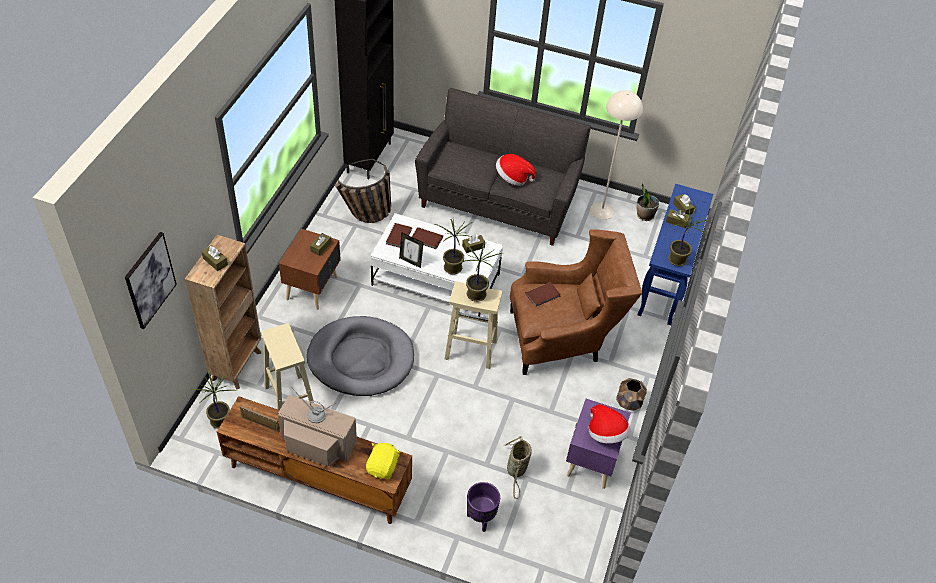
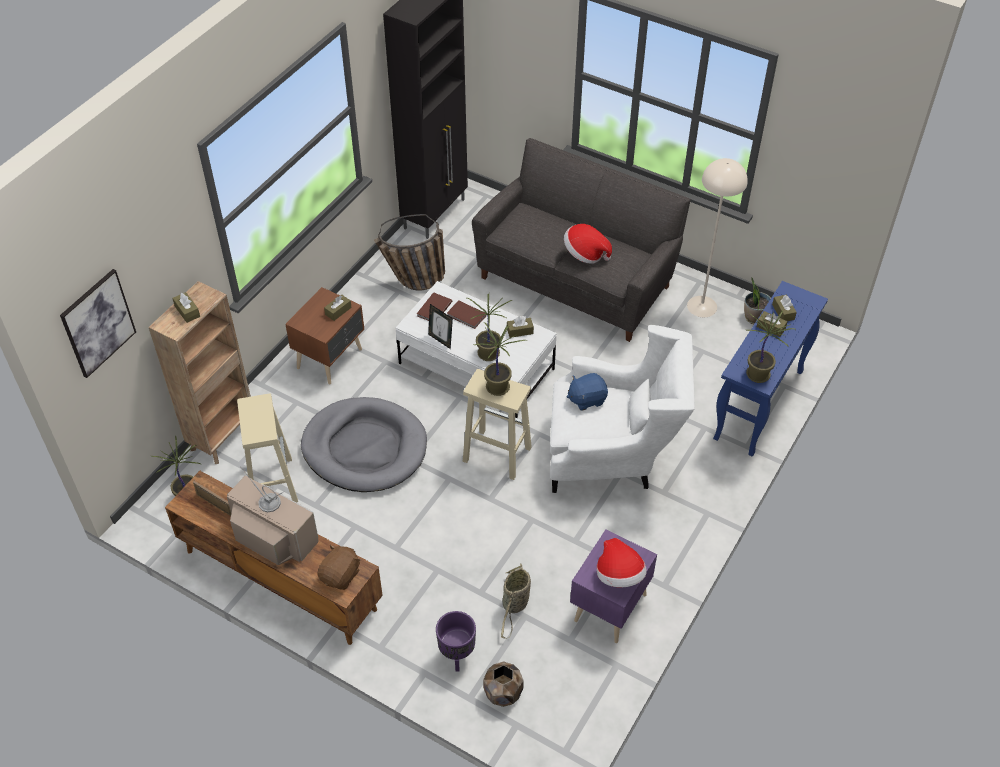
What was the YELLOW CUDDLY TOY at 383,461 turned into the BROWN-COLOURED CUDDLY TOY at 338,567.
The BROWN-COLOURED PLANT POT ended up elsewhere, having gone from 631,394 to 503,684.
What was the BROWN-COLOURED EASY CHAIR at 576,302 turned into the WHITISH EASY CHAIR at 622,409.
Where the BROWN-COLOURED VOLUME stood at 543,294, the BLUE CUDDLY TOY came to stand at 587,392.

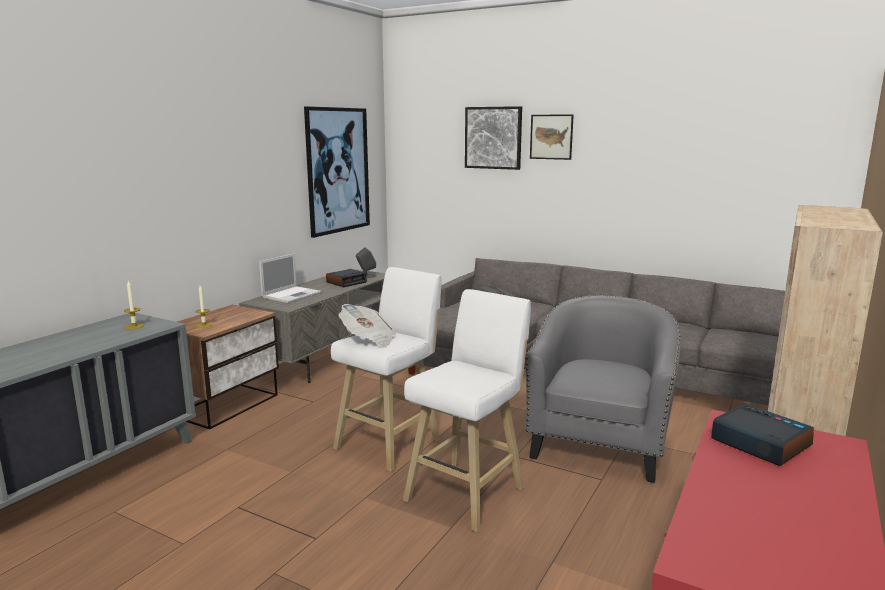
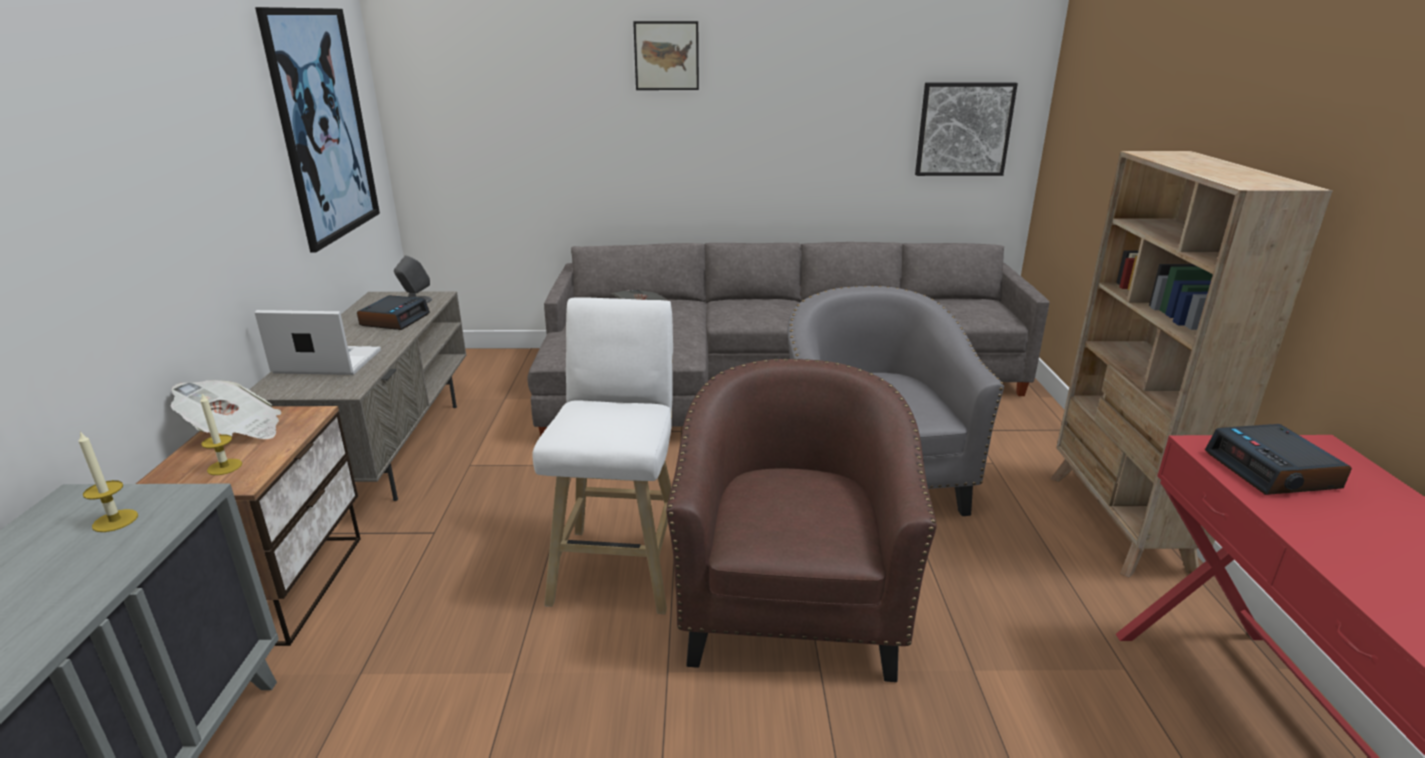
The NEWSPAPER ended up elsewhere, having gone from 367,325 to 225,409.
The PORTABLE COMPUTER at 290,278 ended up facing another way, 90 degrees counterclockwise from before.
Where the WHITISH STOOL SEAT stood at 467,410, the BROWN-COLOURED EASY CHAIR came to stand at 801,520.
The PICTURE ended up elsewhere, having gone from 493,138 to 966,129.
The ALARM CLOCK at 762,434 ended up facing another way, 120 degrees counterclockwise from before.

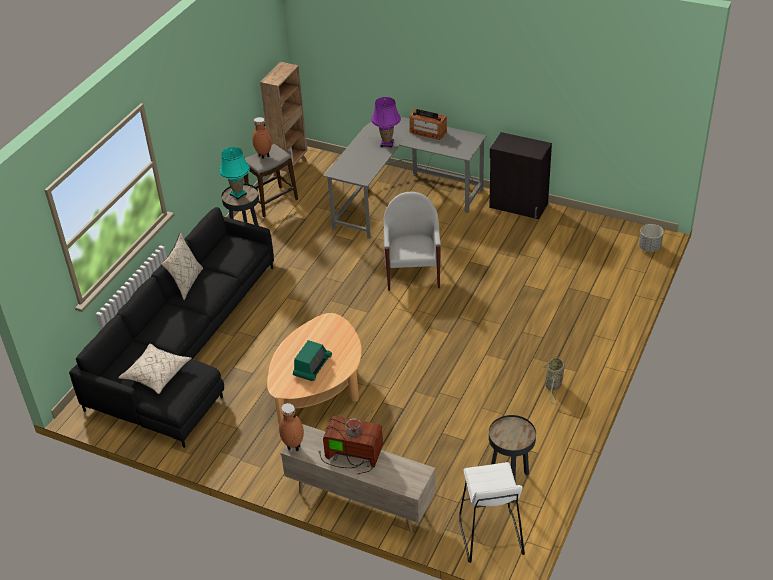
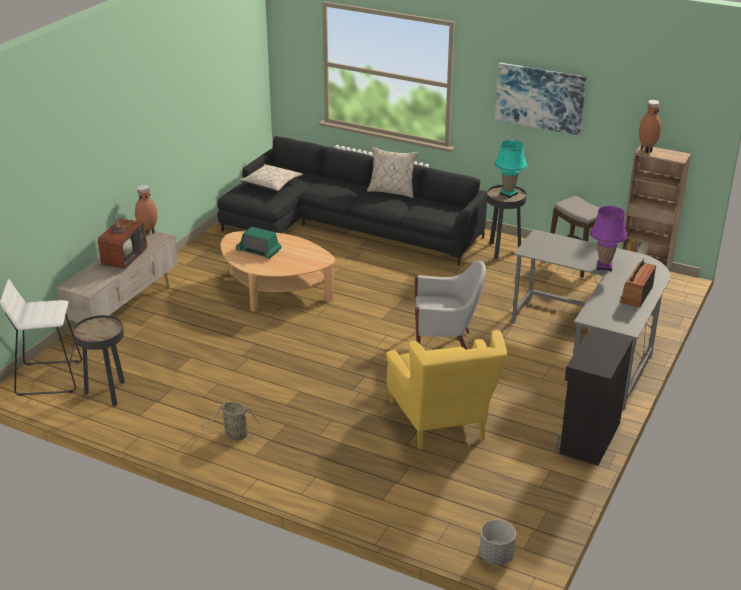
The second view gained the YELLOW EASY CHAIR at 446,389.
The second view gained the PICTURE at 540,98.
The BROWN-COLOURED FLOWER VASE ended up elsewhere, having gone from 262,137 to 650,126.

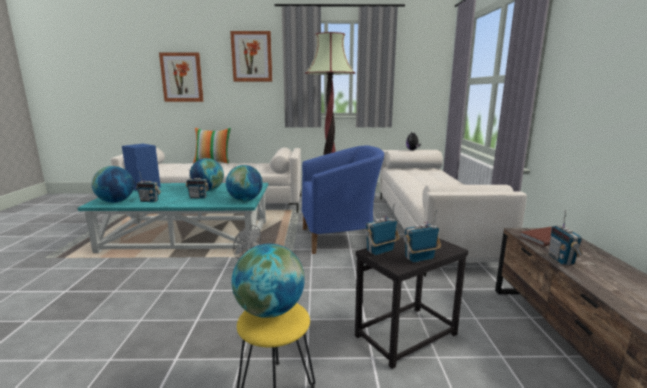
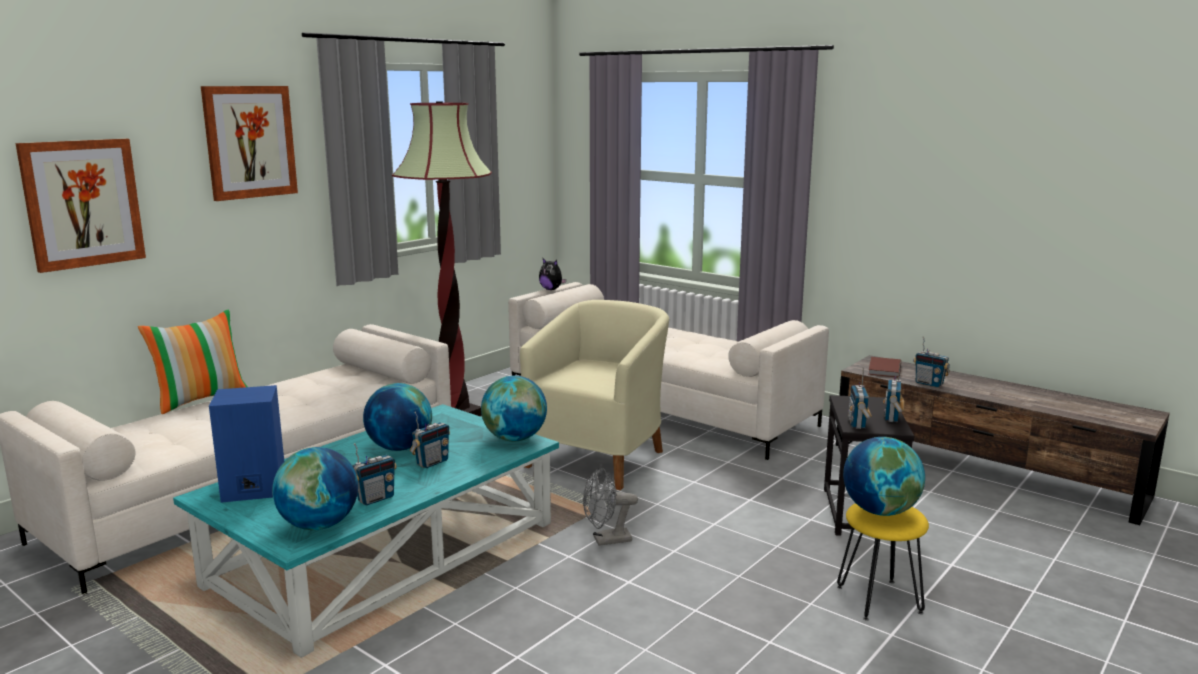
What was the BLUE EASY CHAIR at 343,200 turned into the BEIGE EASY CHAIR at 594,395.

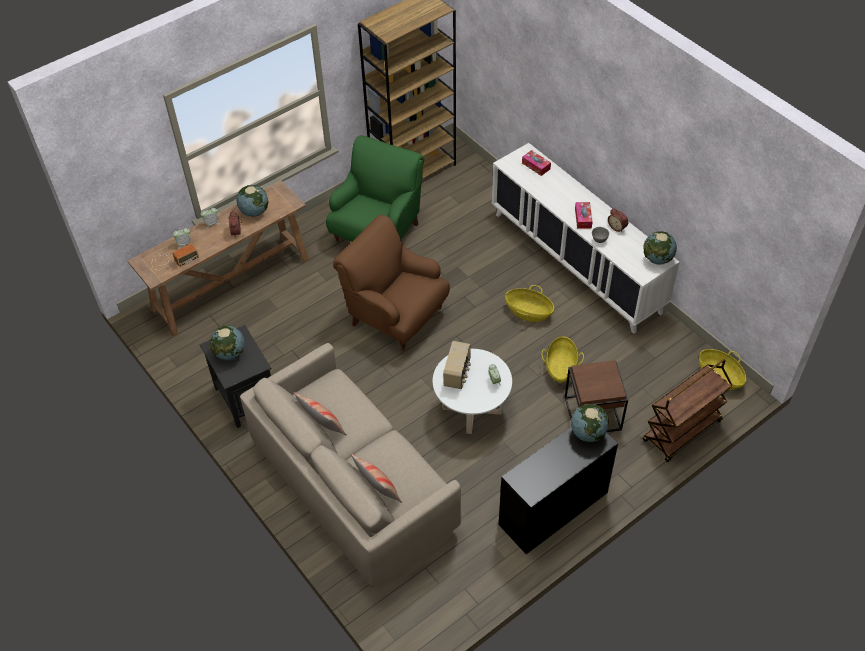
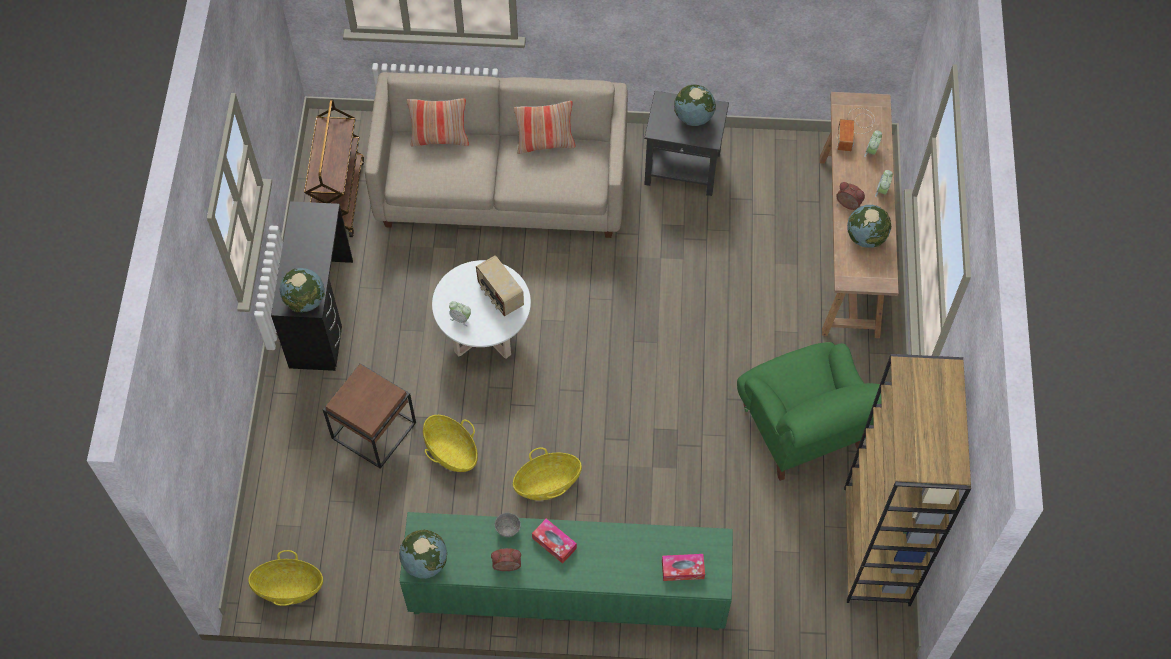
The BROWN-COLOURED CART ended up elsewhere, having gone from 688,410 to 334,168.
What was the WHITISH CABINET at 585,238 turned into the GREEN-COLOURED CABINET at 566,571.
The second view lost the BROWN-COLOURED EASY CHAIR at 391,283.

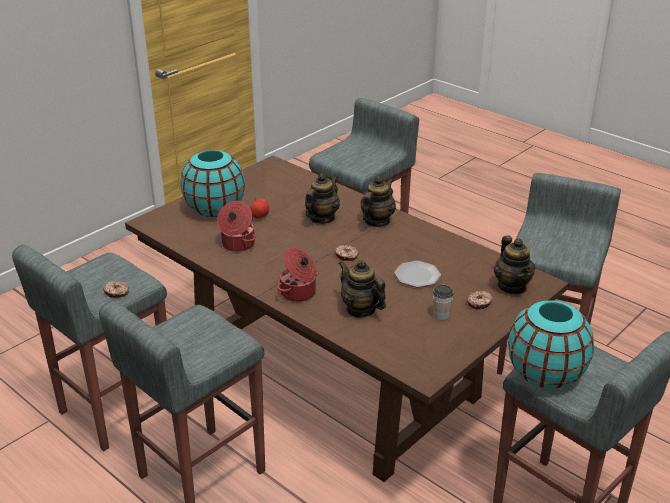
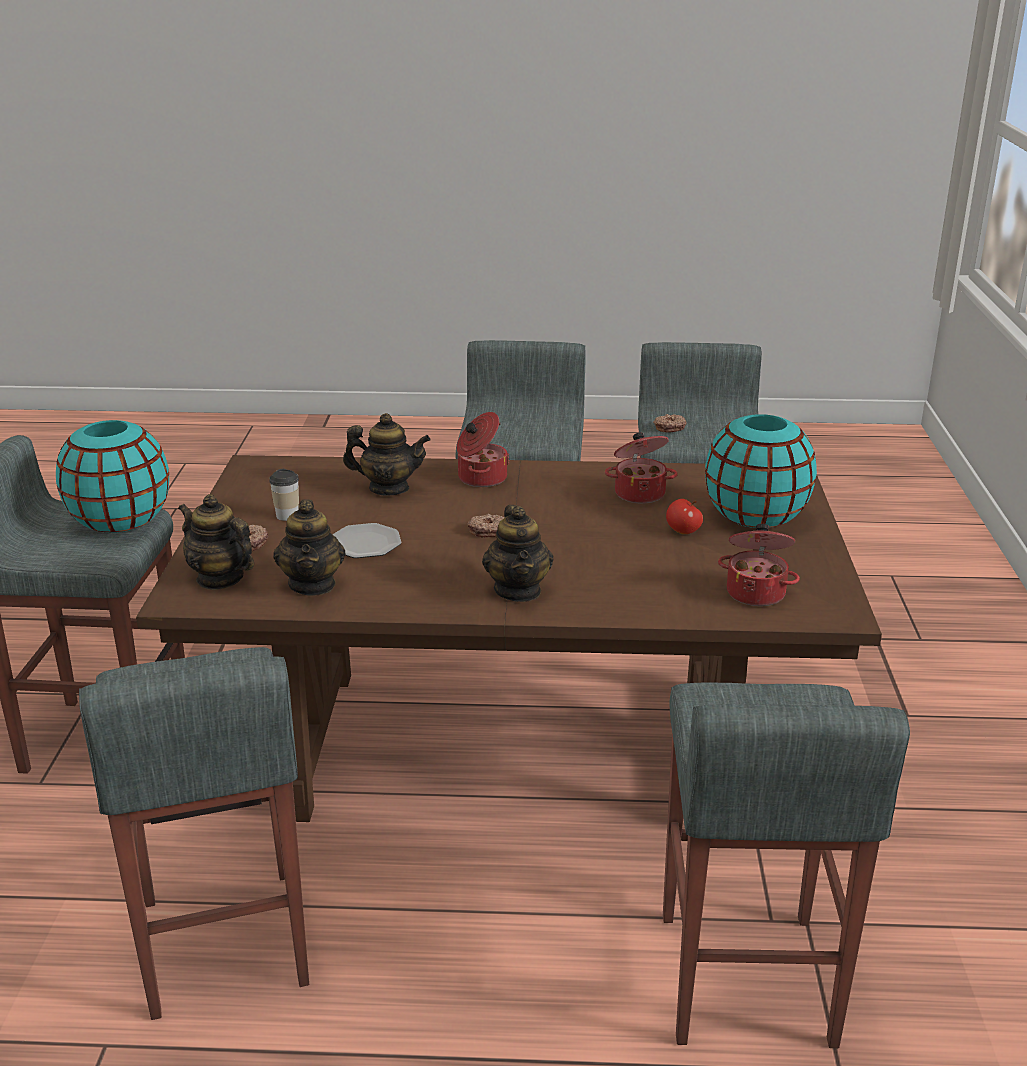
The TEAPOT ended up elsewhere, having gone from 322,198 to 309,547.
The second view gained the STOCKPOT at 759,565.

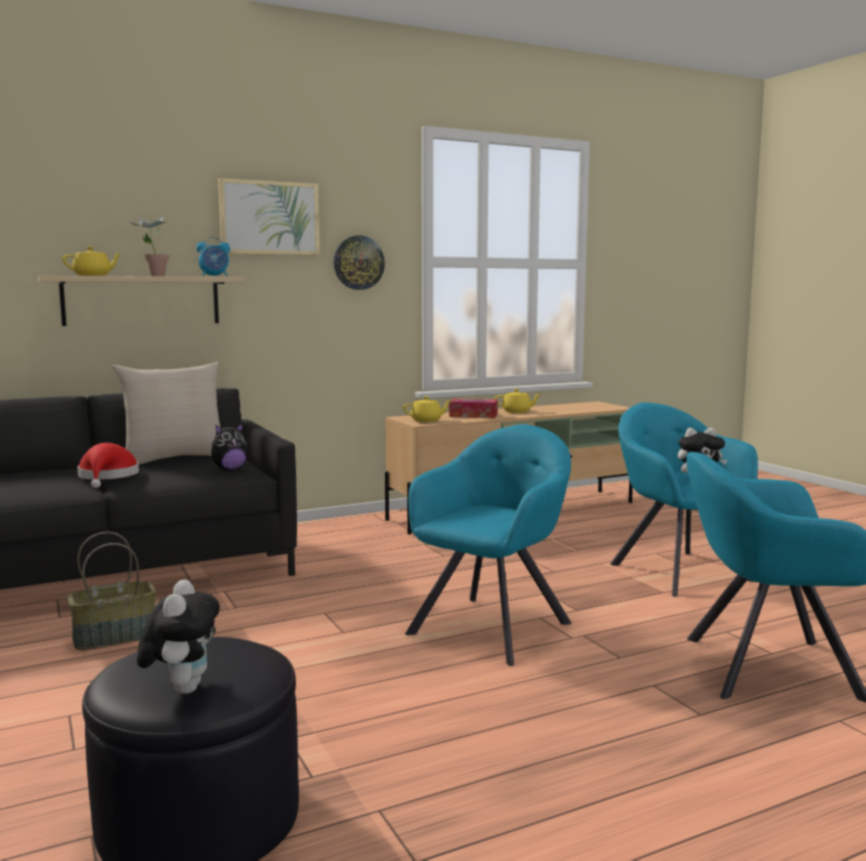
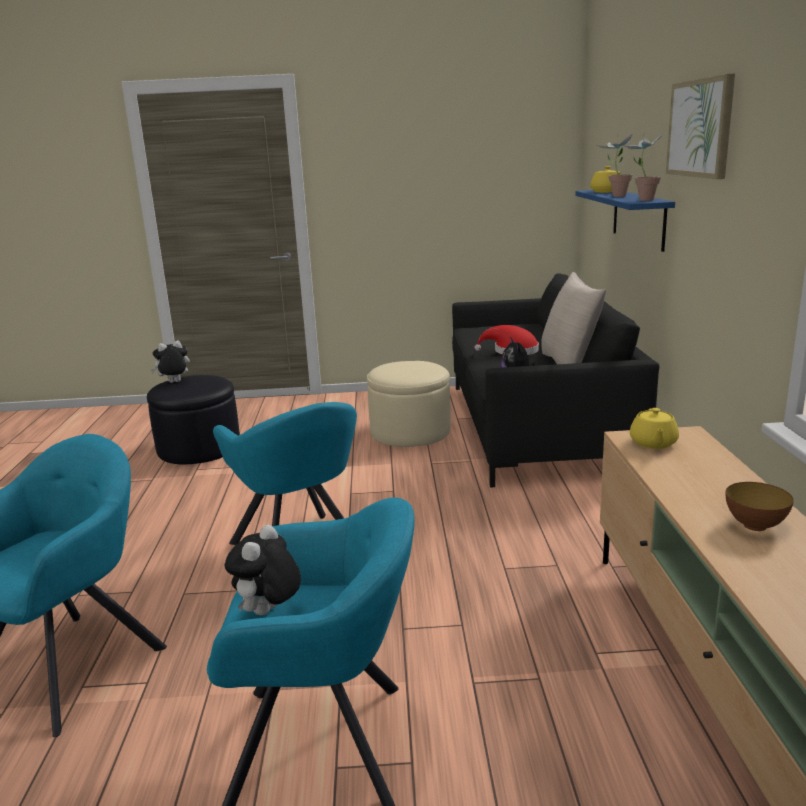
The CUDDLY TOY at 178,637 ended up facing another way, 135 degrees clockwise from before.
Where the HOUSEHOLD BASKET stood at 112,591, the BEIGE POUFFE came to stand at 409,404.
What was the BEIGE WALL SHELF at 141,301 turned into the BLUE WALL SHELF at 625,221.
Where the ALARM CLOCK stood at 213,256, the POTTED PLANT came to stand at 641,167.
Where the YELLOW TEAPOT stood at 518,401, the BOWL came to stand at 759,506.
The second view lost the HANGING CLOCK at 359,262.
The second view lost the BOX OF TISSUES at 473,408.

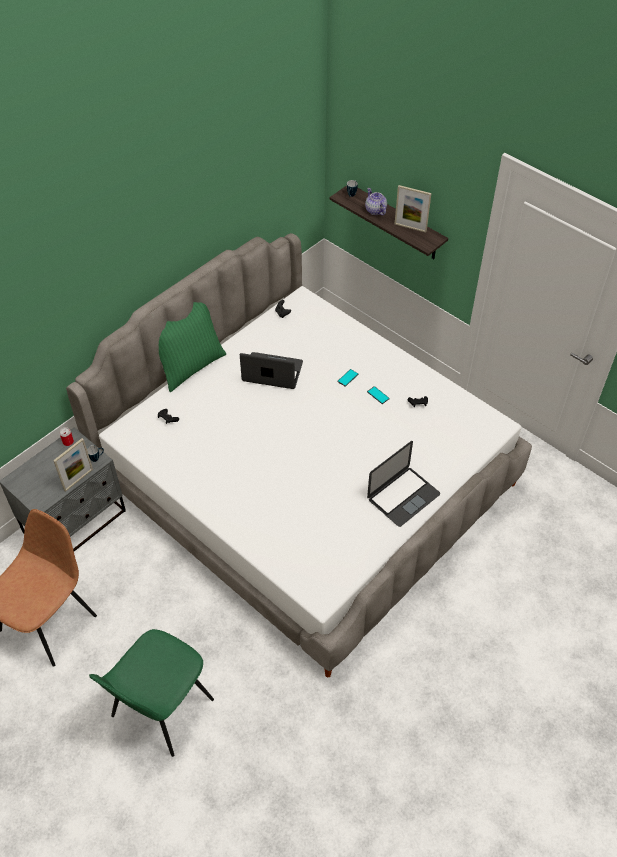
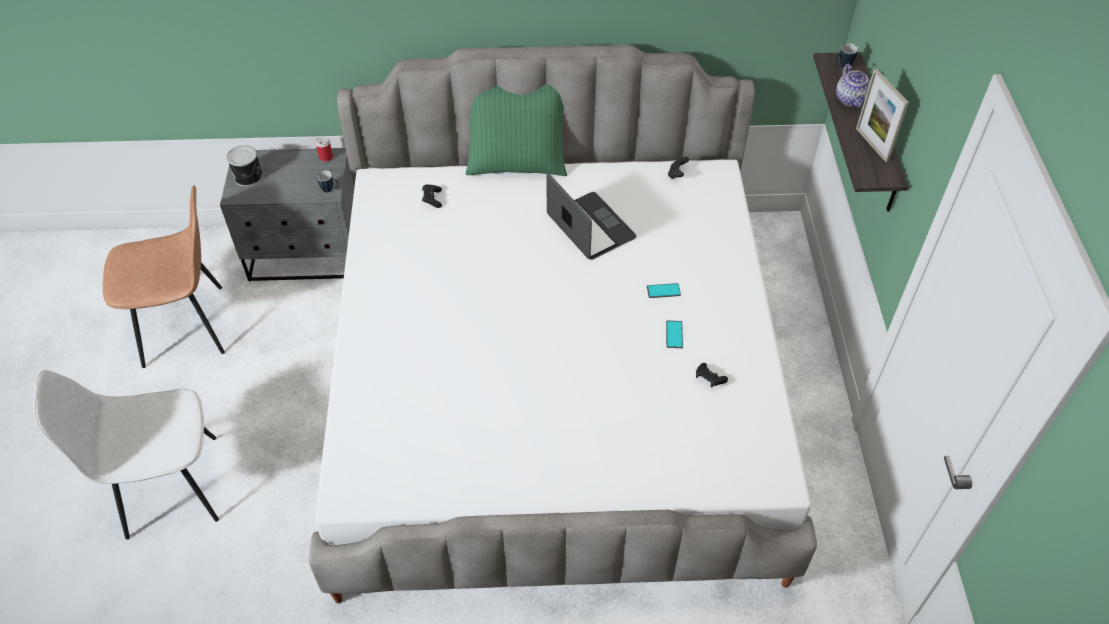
What was the GREEN-COLOURED UPRIGHT CHAIR at 151,693 turned into the WHITISH UPRIGHT CHAIR at 126,455.
The second view gained the CAN at 245,166.
The TEAPOT at 376,202 ended up facing another way, 150 degrees clockwise from before.
The second view lost the STANDING FRAME at 73,465.
The second view lost the PORTABLE COMPUTER at 403,484.

